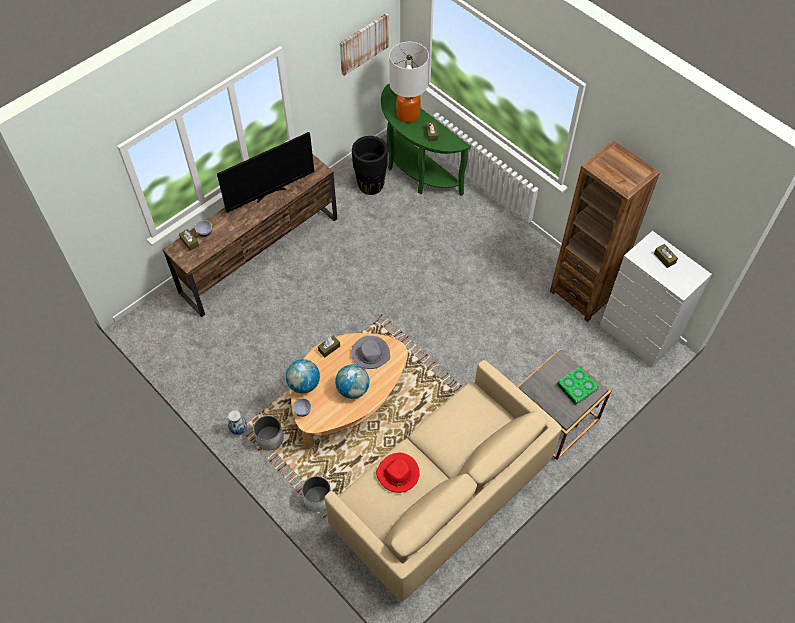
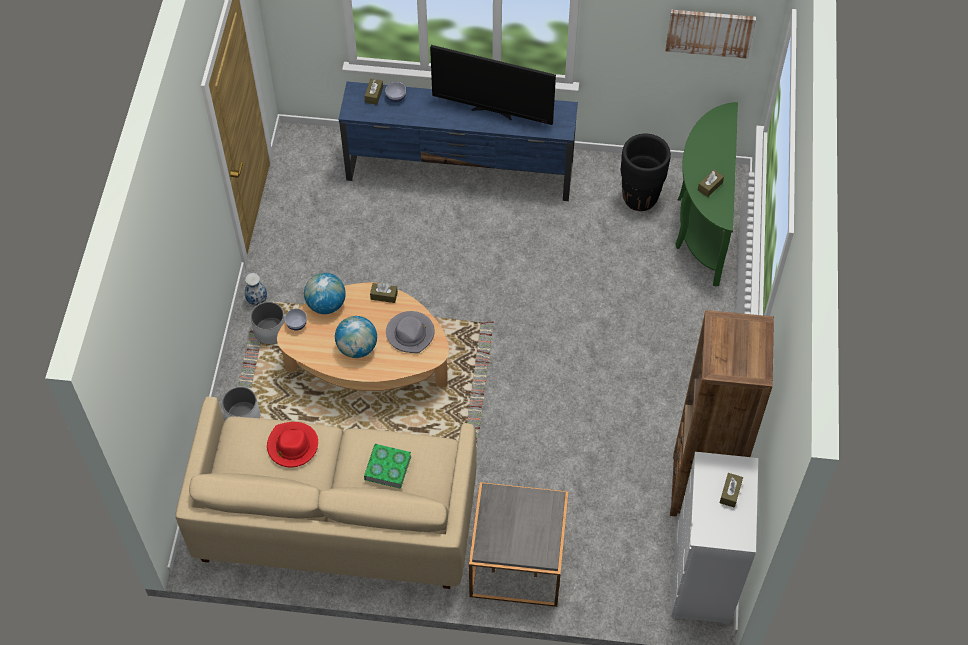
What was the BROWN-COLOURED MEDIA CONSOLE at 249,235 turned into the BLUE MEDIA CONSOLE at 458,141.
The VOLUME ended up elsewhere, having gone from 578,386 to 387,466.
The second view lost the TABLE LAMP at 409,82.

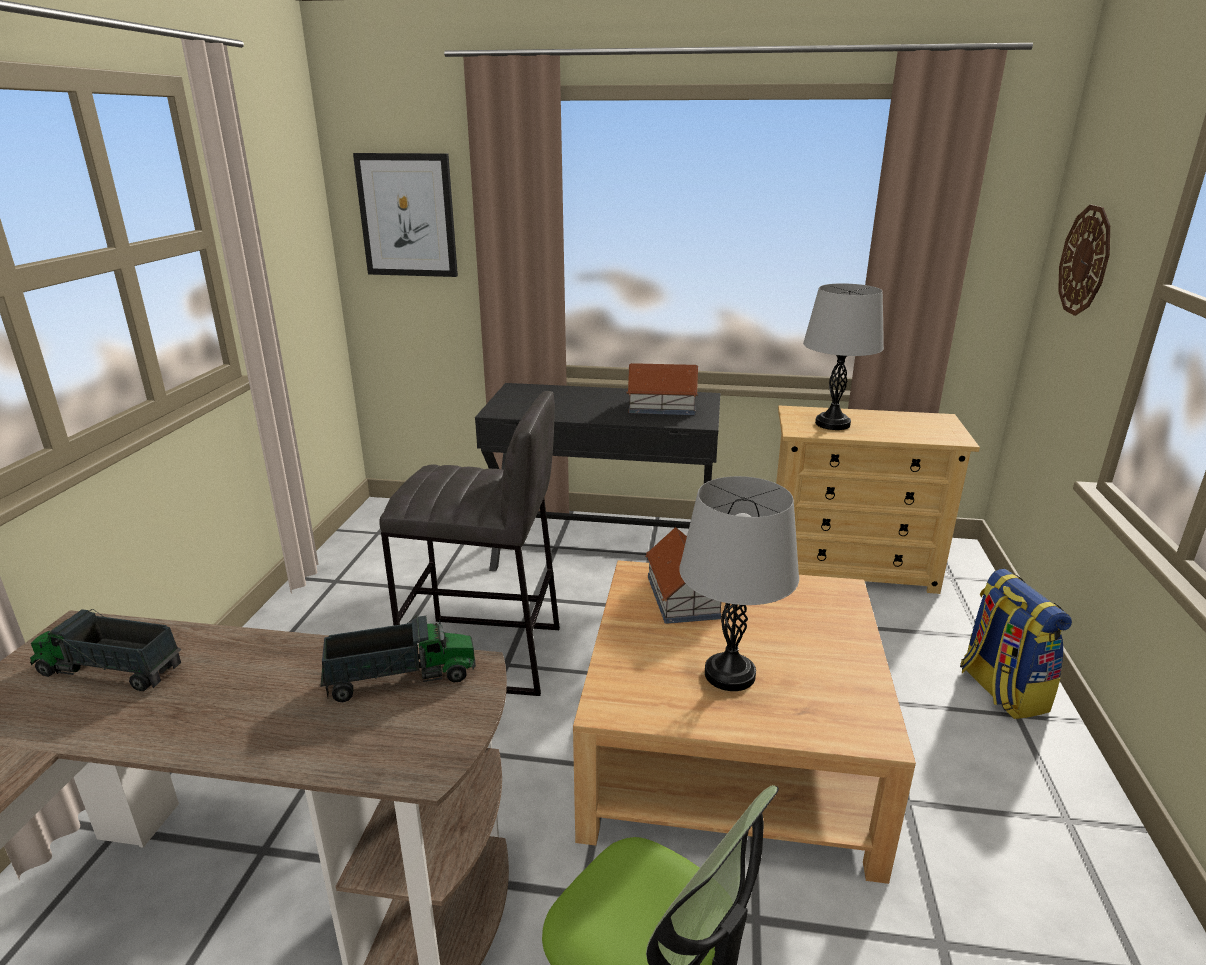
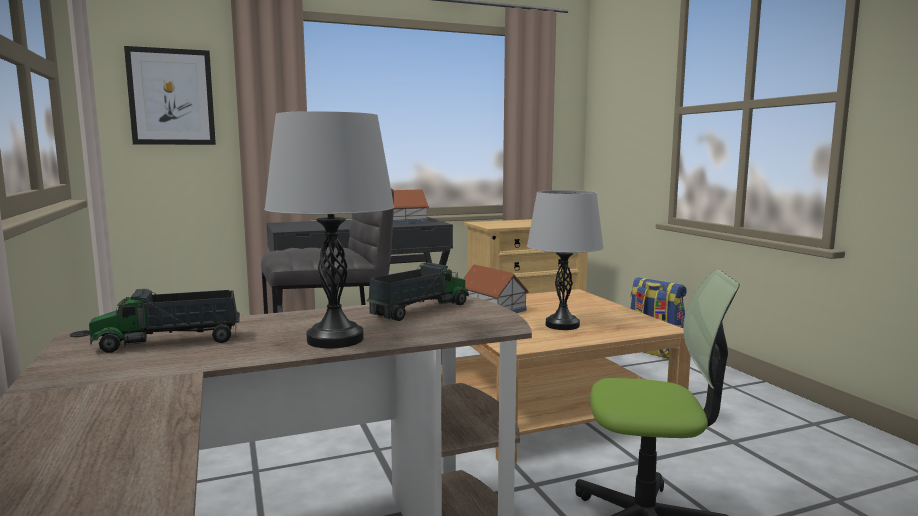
The GRAY TABLE LAMP ended up elsewhere, having gone from 843,356 to 329,229.
The second view lost the HANGING CLOCK at 1084,260.

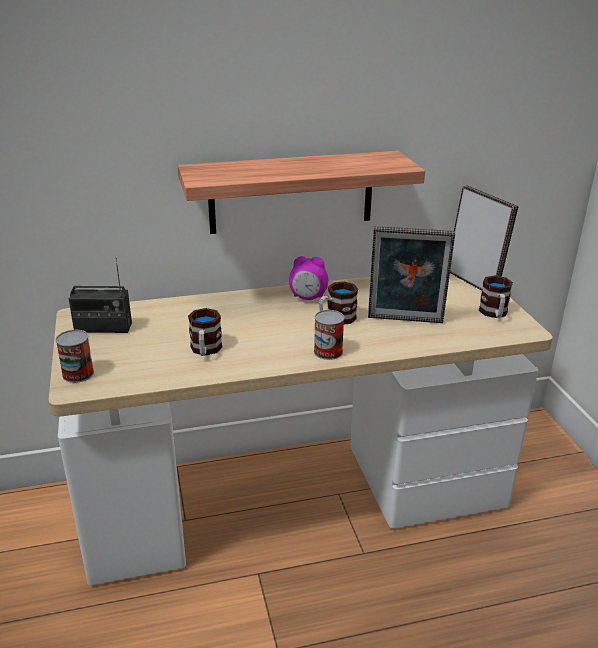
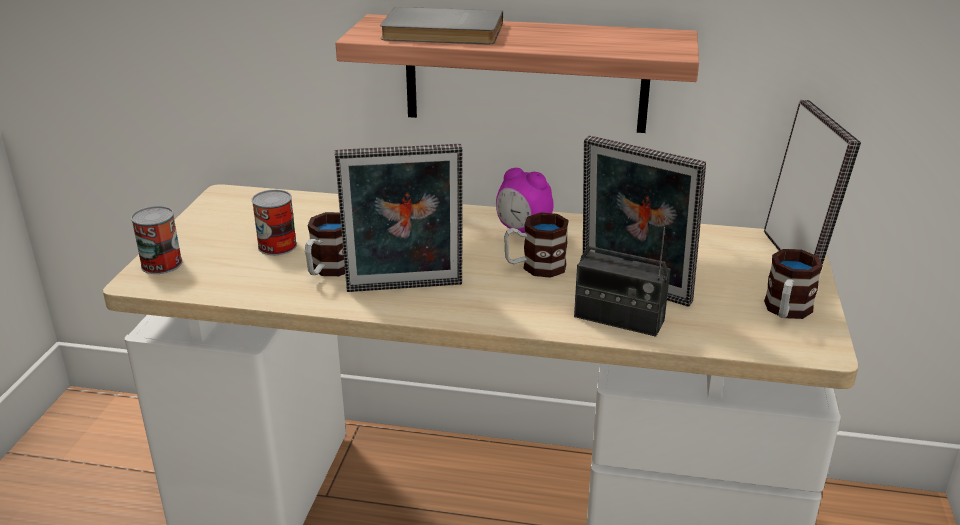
The CAN ended up elsewhere, having gone from 329,335 to 274,222.
The second view gained the STANDING FRAME at 399,218.
The second view gained the GRAY VOLUME at 441,25.
The RADIO ended up elsewhere, having gone from 100,295 to 622,276.

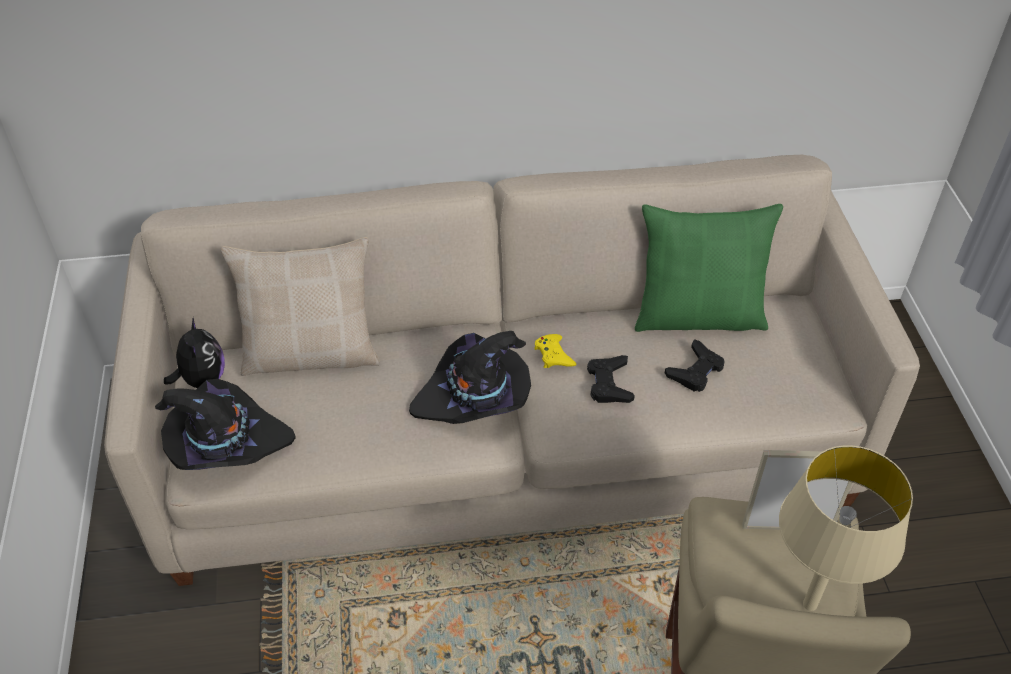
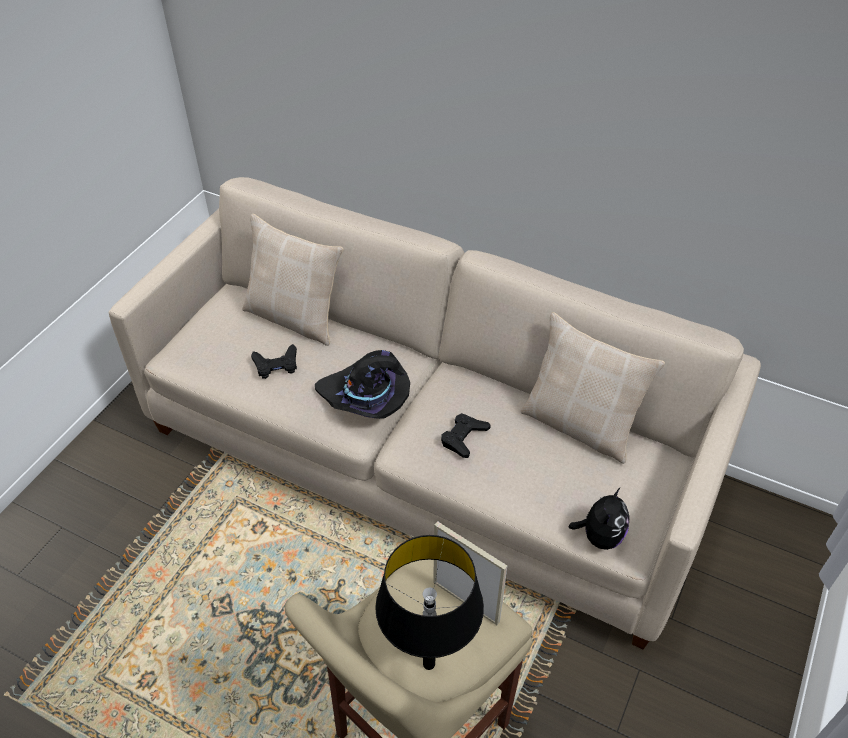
The BLACK-COLOURED JOYPAD ended up elsewhere, having gone from 695,365 to 274,361.
What was the BEIGE TABLE LAMP at 846,528 turned into the BLACK-COLOURED TABLE LAMP at 429,602.
What was the GREEN-COLOURED CUSHION at 709,268 turned into the BEIGE CUSHION at 592,388.
The CUDDLY TOY ended up elsewhere, having gone from 194,352 to 599,519.
The second view lost the BLACK-COLOURED HAT at 225,424.
The second view lost the YELLOW JOYPAD at 555,351.

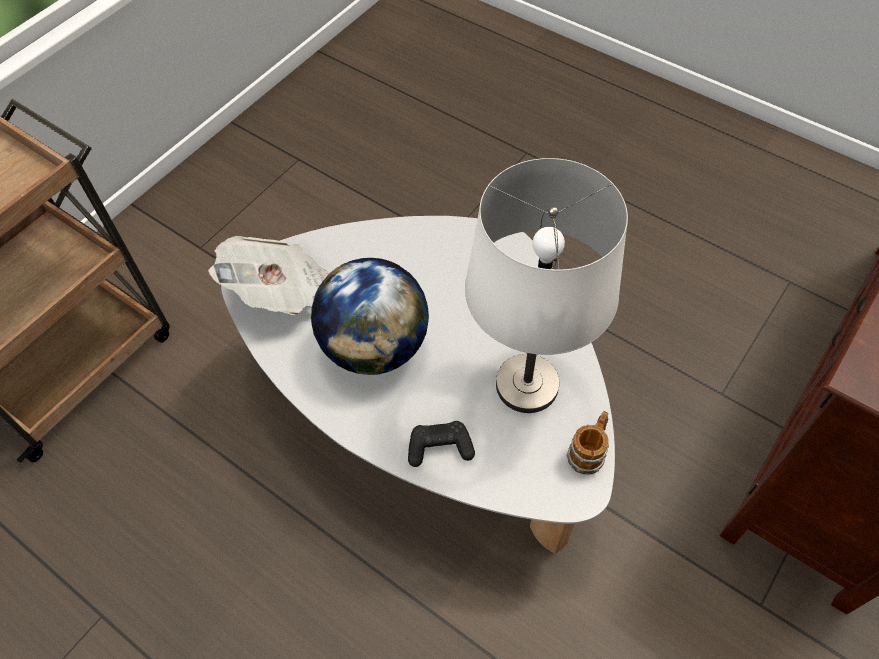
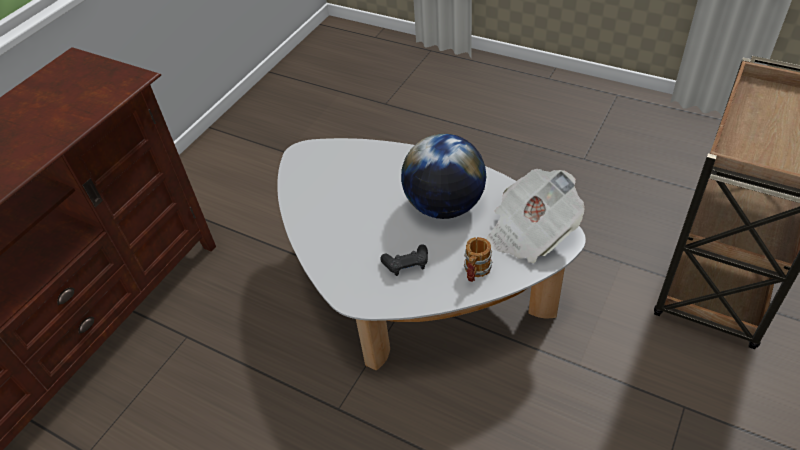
The BLACK-COLOURED JOYPAD ended up elsewhere, having gone from 441,444 to 404,260.
The MUG ended up elsewhere, having gone from 587,443 to 478,259.
The second view lost the WHITISH TABLE LAMP at 546,285.

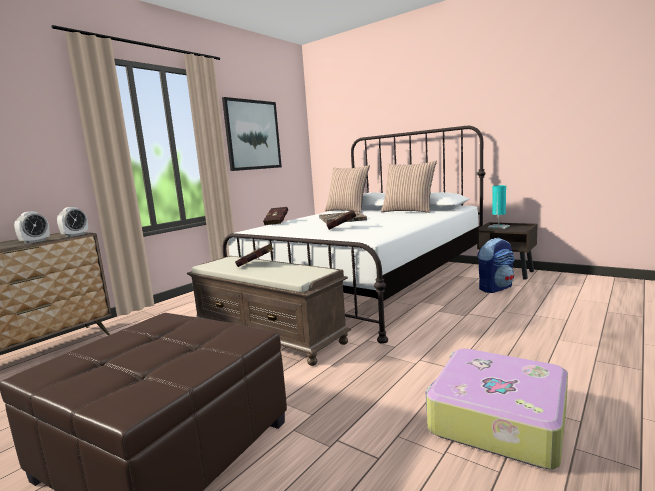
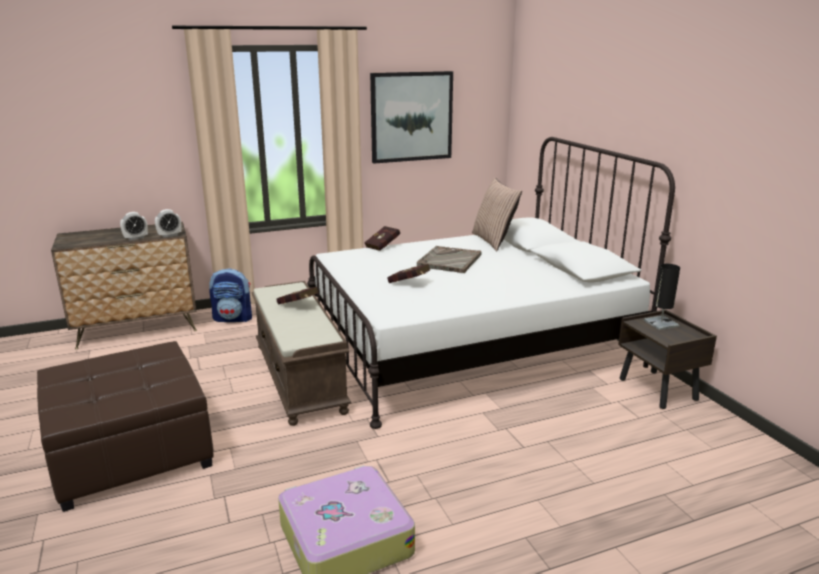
The BACKPACK ended up elsewhere, having gone from 496,265 to 230,295.
What was the TURQUOISE TABLE LAMP at 499,207 turned into the BLACK-COLOURED TABLE LAMP at 662,297.
The second view lost the CUSHION at 409,187.

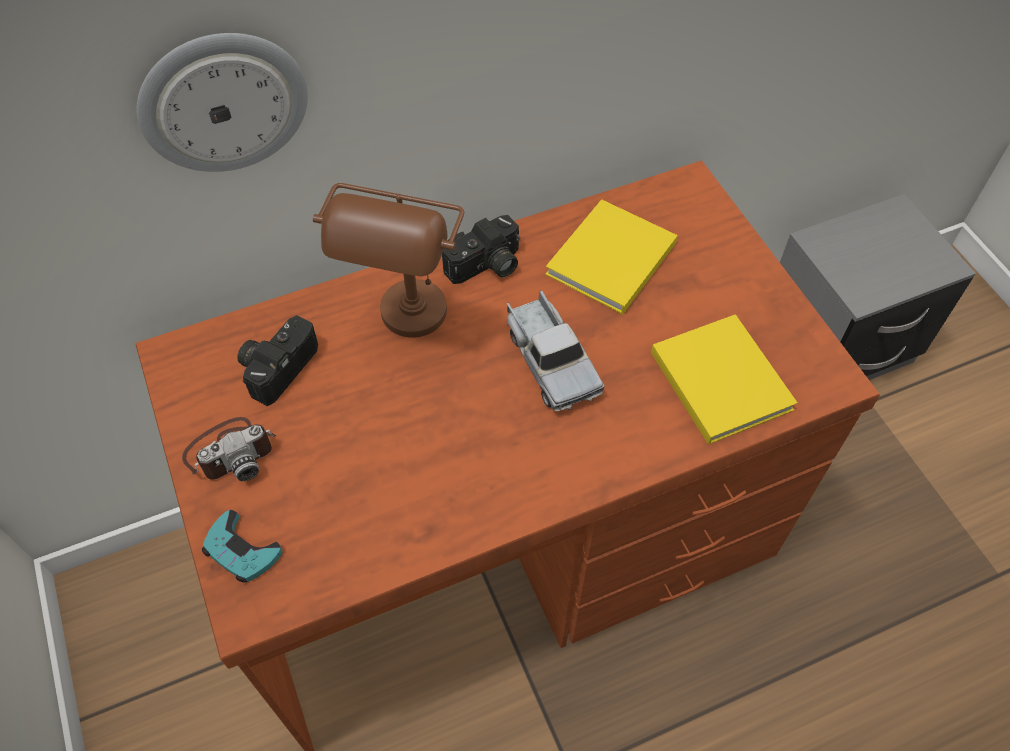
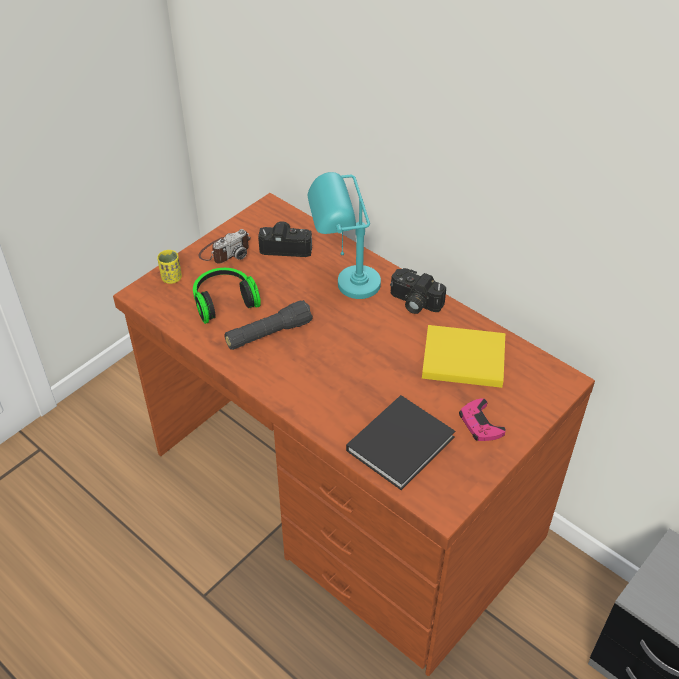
Where the TURQUOISE JOYPAD stood at 242,546, the YELLOW SMALL CUP came to stand at 169,267.
The second view gained the HEADPHONES at 227,296.
The STILL CAMERA at 229,449 ended up facing another way, 75 degrees counterclockwise from before.
The second view gained the BLACK-COLOURED TORCH at 268,325.
What was the BROWN-COLOURED TABLE LAMP at 388,260 turned into the TURQUOISE TABLE LAMP at 344,235.
What was the YELLOW VOLUME at 724,379 turned into the BLACK-COLOURED VOLUME at 400,442.
The second view gained the PINK-COLOURED JOYPAD at 482,419.
The second view lost the HANGING CLOCK at 222,102.
The second view lost the MODEL TRUCK at 556,350.

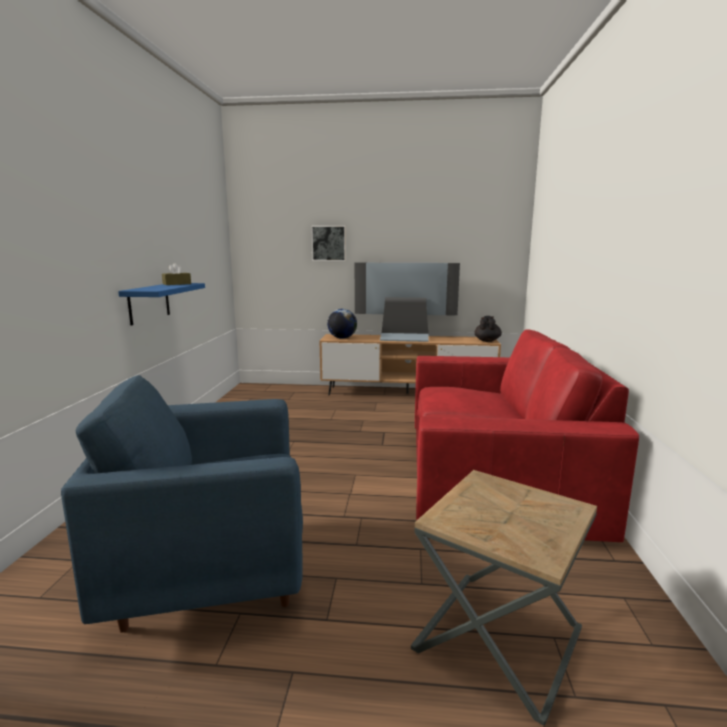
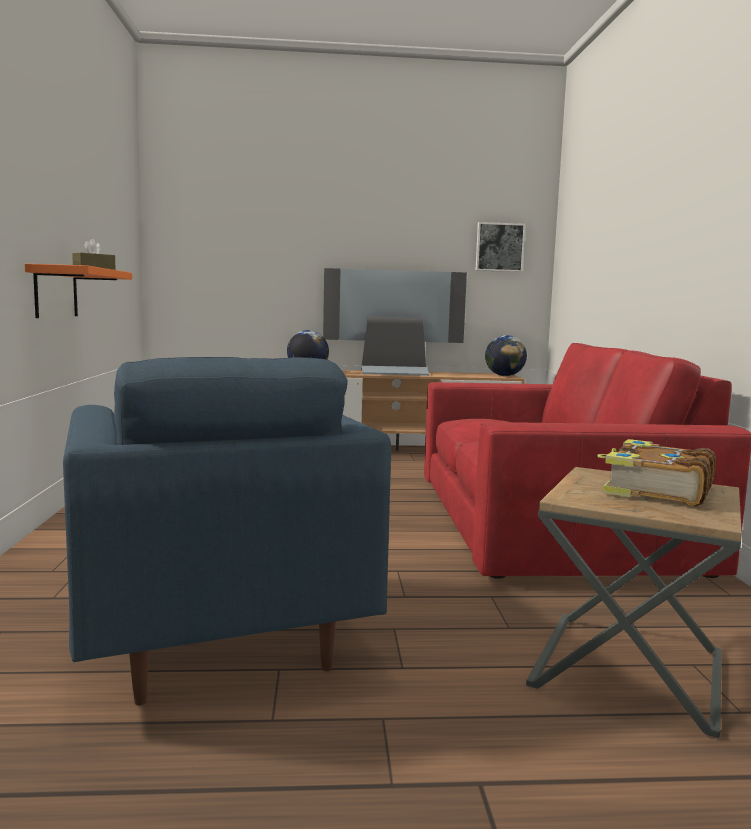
What was the BLUE WALL SHELF at 161,304 turned into the ORANGE-COLOURED WALL SHELF at 78,291.
The BLUE EASY CHAIR at 182,504 ended up facing another way, 90 degrees counterclockwise from before.
The PICTURE ended up elsewhere, having gone from 328,243 to 500,247.
Where the BLACK-COLOURED TEAPOT stood at 488,329, the DESK GLOBE came to stand at 506,355.
The second view gained the VOLUME at 656,472.

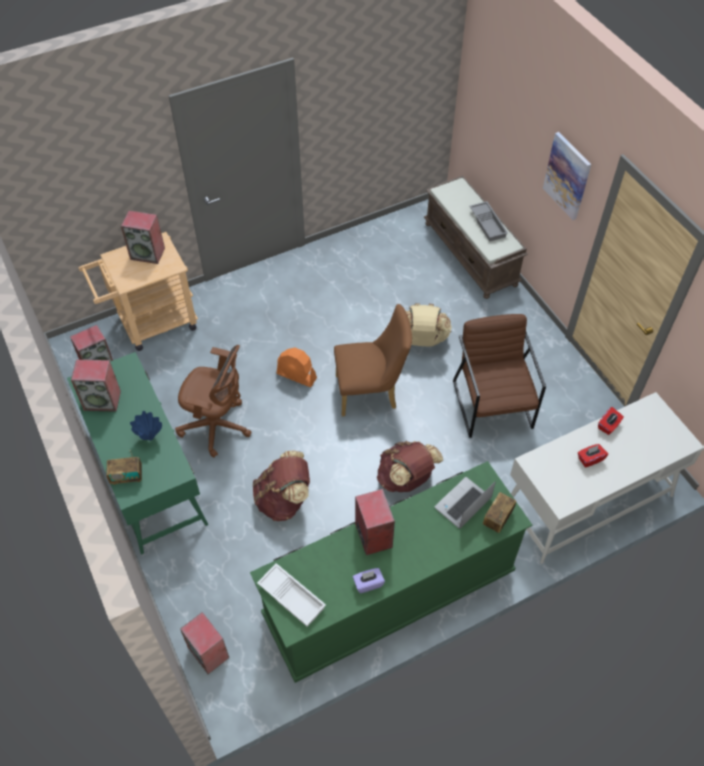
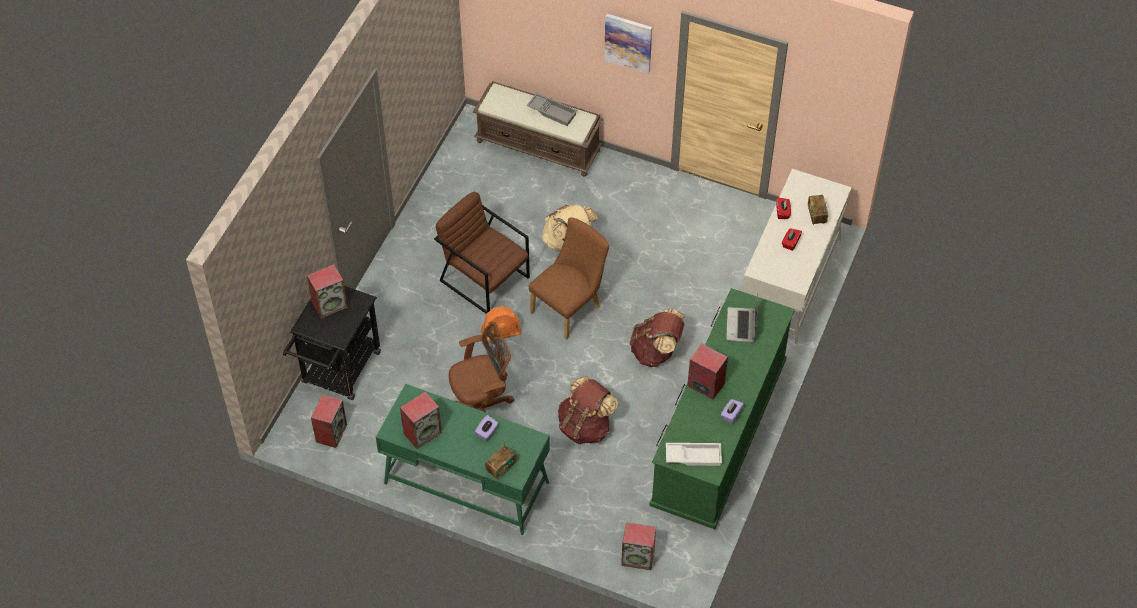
What was the BEIGE CART at 138,291 turned into the BLACK-COLOURED CART at 332,343.
The BROWN-COLOURED EASY CHAIR ended up elsewhere, having gone from 499,376 to 482,253.
Where the BLUE FLOWER VASE stood at 146,425, the PURPLE-COLOURED BOX OF TISSUES came to stand at 486,428.
The RADIO ended up elsewhere, having gone from 499,512 to 818,210.

